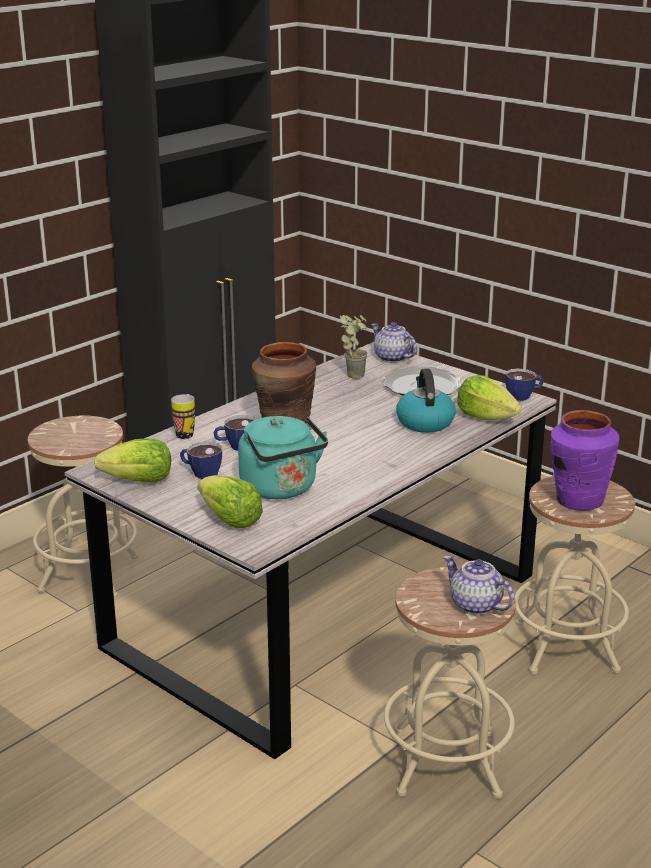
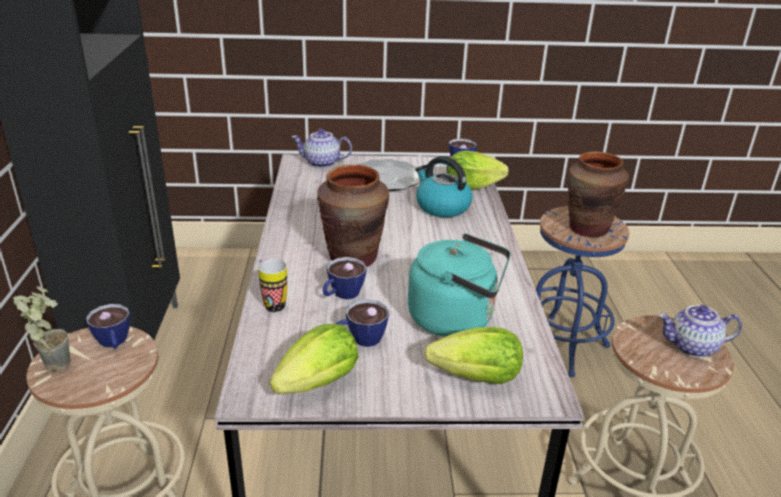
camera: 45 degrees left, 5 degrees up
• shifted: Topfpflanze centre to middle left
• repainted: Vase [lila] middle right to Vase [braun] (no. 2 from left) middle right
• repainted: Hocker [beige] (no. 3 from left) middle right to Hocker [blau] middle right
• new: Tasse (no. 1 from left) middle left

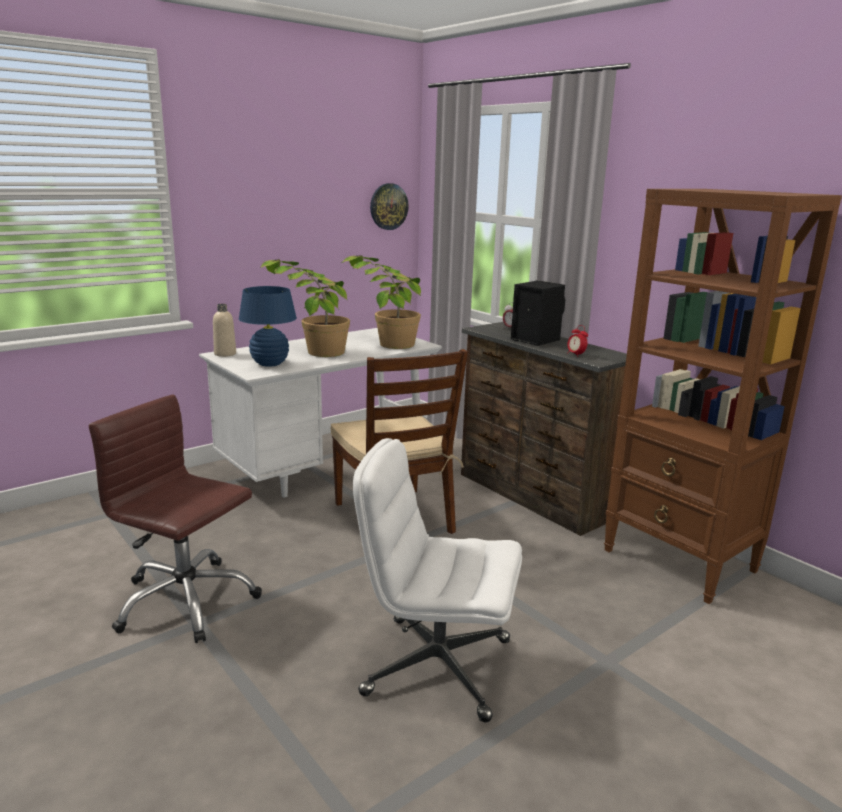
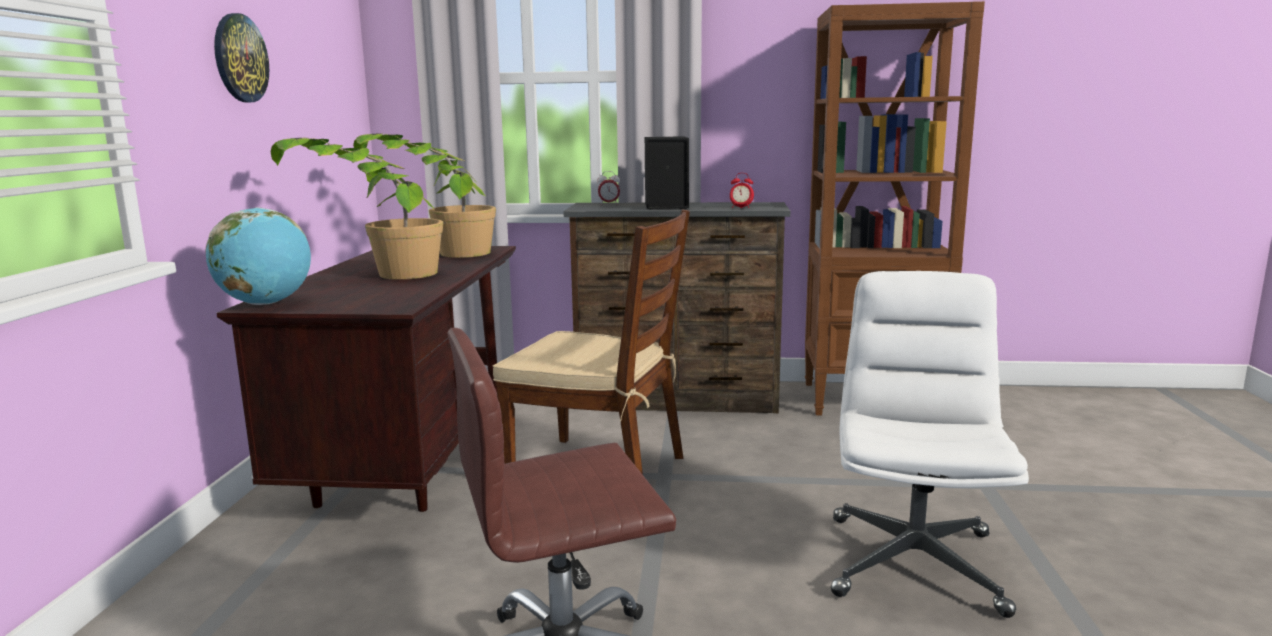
camera: 45 degrees left, 5 degrees down
• shifted: Wanduhr top centre to top left
• gone: Tischlampe [blau] middle left
• swapped: Flasche [beige] middle left to Globus middle left
• repainted: Schreibtisch [weiß] centre to Schreibtisch [braun] middle left
• rotated: Bürostuhl [weiß] bottom centre = bottom right 135 degrees clockwise

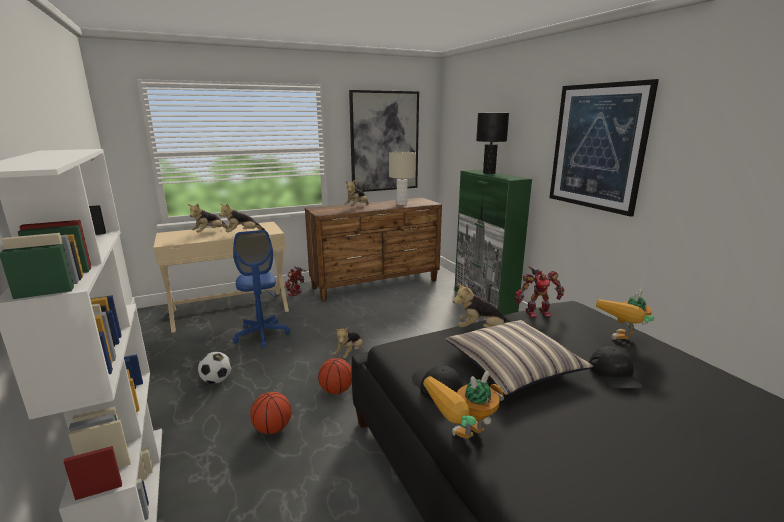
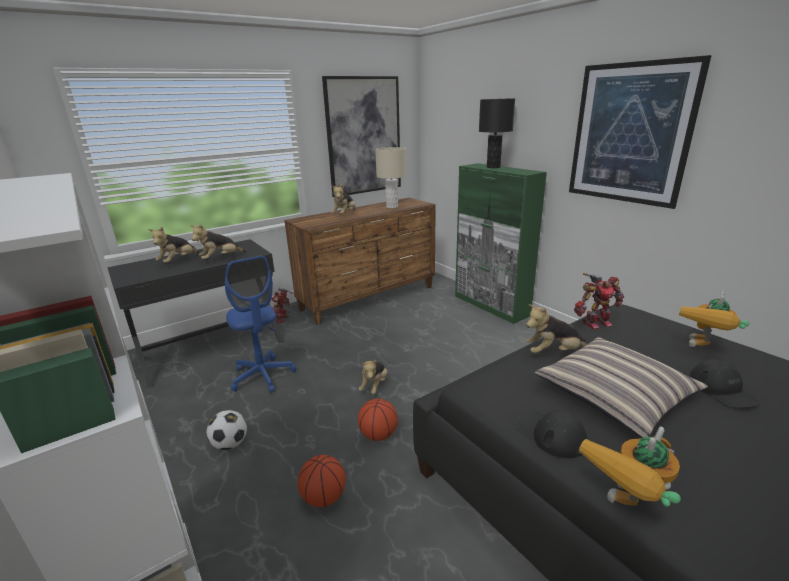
camera: 10 degrees left, 5 degrees up
• repainted: Schreibtisch [beige] middle left to Schreibtisch [schwarz] middle left

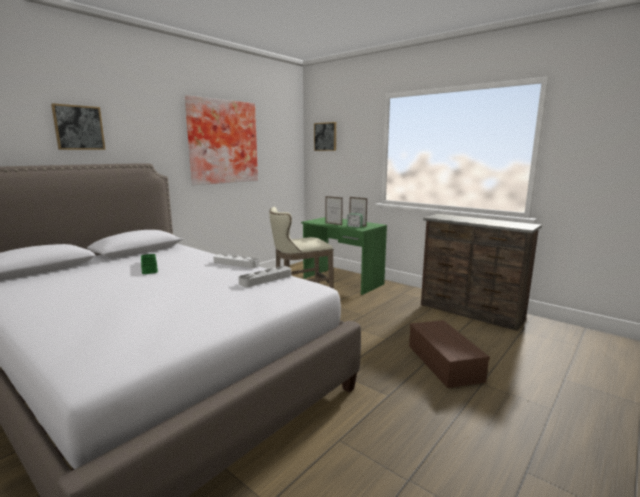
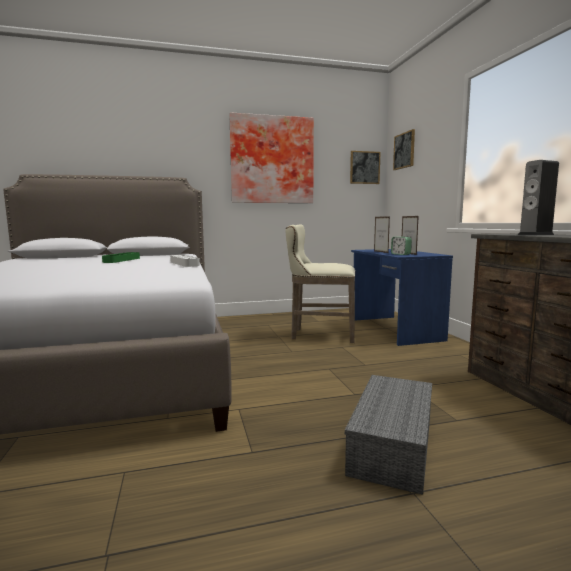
camera: 35 degrees right, 5 degrees down
• shifted: Bild (no. 1 from left in the first image) top left to Bild (no. 2 from left) top centre
• repainted: Schreibtisch [grün] centre to Schreibtisch [blau] middle right
• gone: Tablett [grau] (no. 2 from left) centre
• repainted: Aufbewahrungsbox [braun] bottom right to Aufbewahrungsbox [grau] bottom right
• new: Lautsprecher middle right

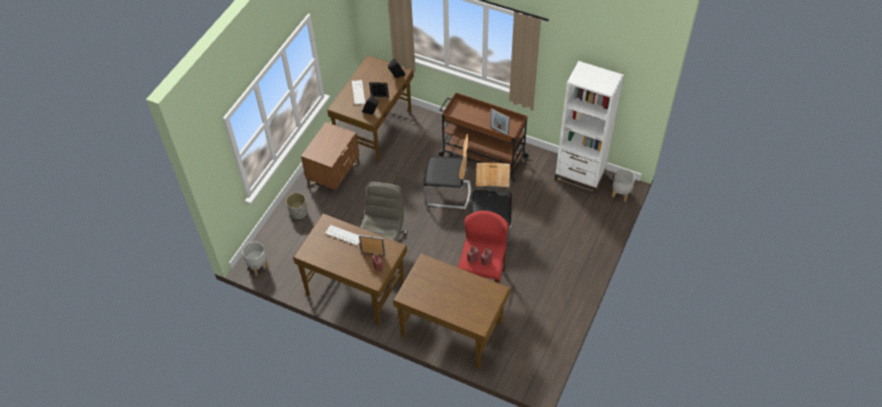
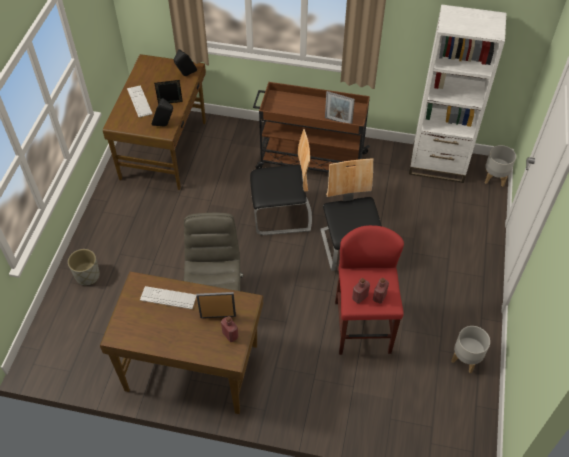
camera: 15 degrees left, 0 degrees up
• gone: Nachttisch [braun] centre
• shifted: Pflanzkübel [grau] (no. 1 from left in the first image) middle left to Pflanzkübel [grau] (no. 2 from left) bottom right
• gone: Schreibtisch [braun] (no. 3 from left) bottom centre

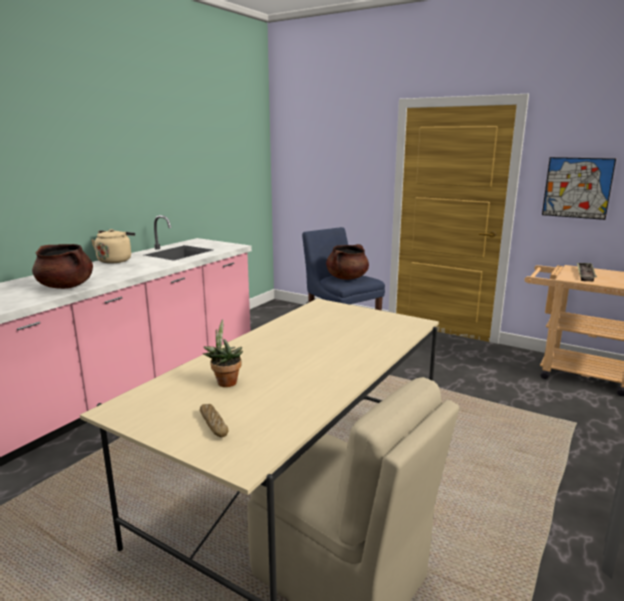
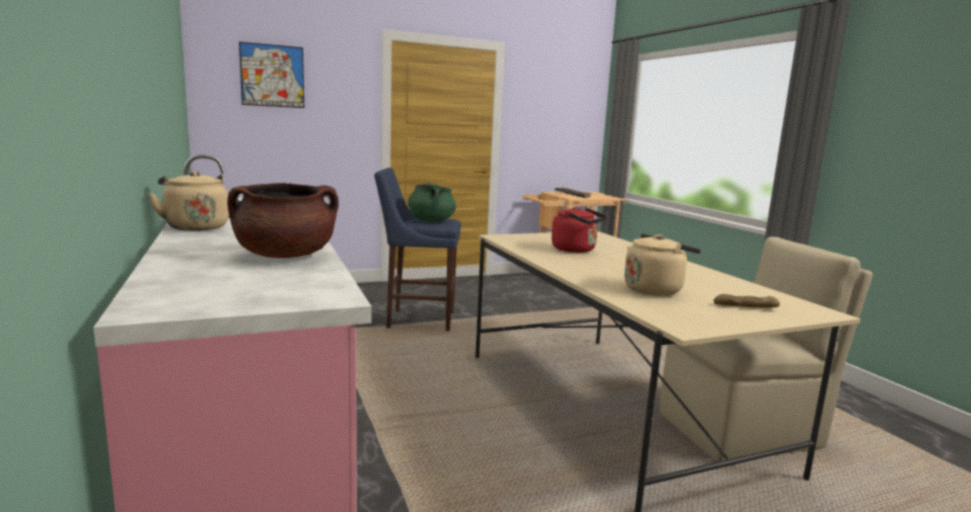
camera: 55 degrees left, 5 degrees down
• shifted: Bild top right to top left
• repainted: Kochtopf [braun] (no. 2 from left) centre to Kochtopf [grün] centre
• swapped: Topfpflanze centre to Wasserkessel [beige] (no. 2 from left) middle right
• new: Wasserkessel [rot] centre

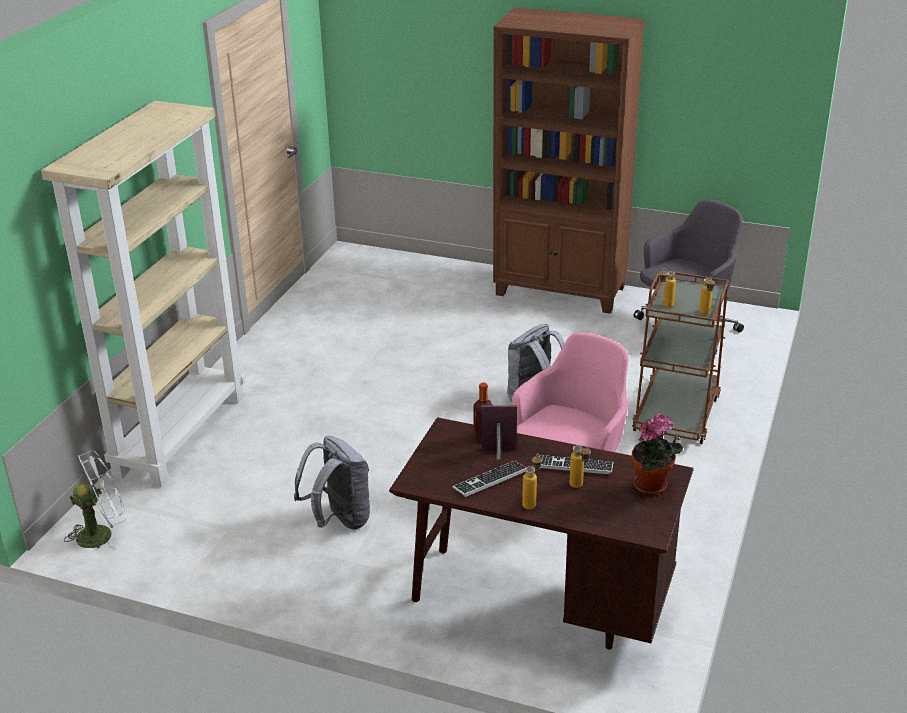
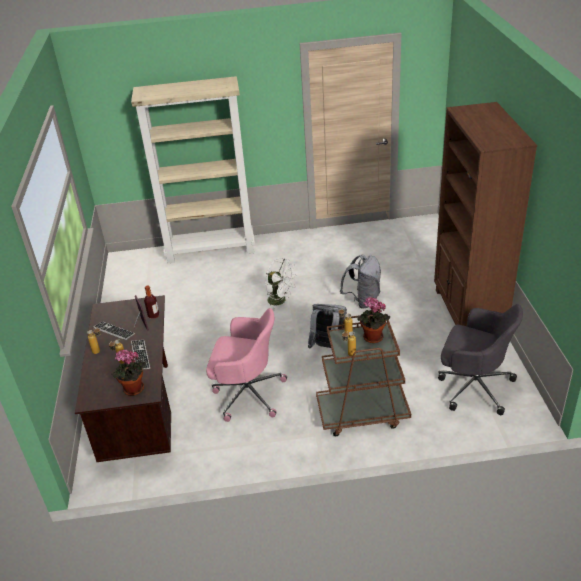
camera: 65 degrees right, 5 degrees up
• shifted: Rucksack [grau] (no. 1 from left in the first image) bottom centre to Rucksack [grau] (no. 2 from left) centre
• shifted: Ventilator [weiß] bottom left to centre
• new: Topfpflanze (no. 2 from left) centre

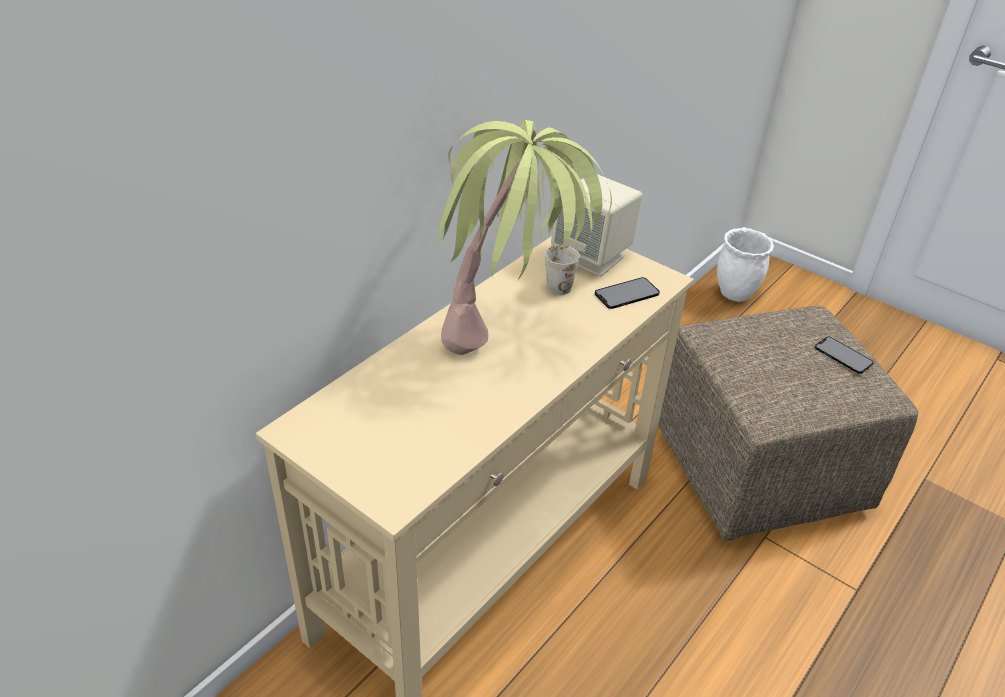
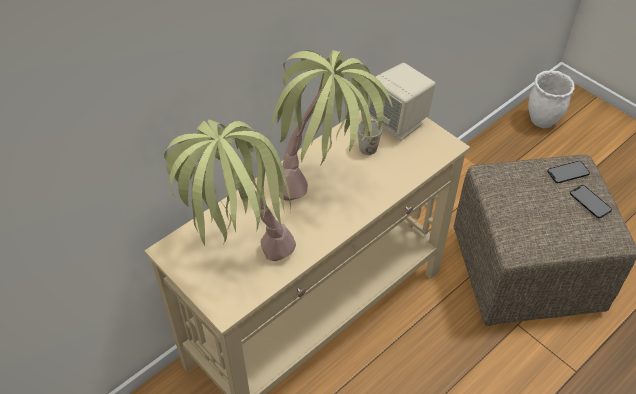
camera: 10 degrees right, 10 degrees up
• shifted: Handy (no. 1 from left) centre to middle right
• new: Topfpflanze (no. 1 from left) centre

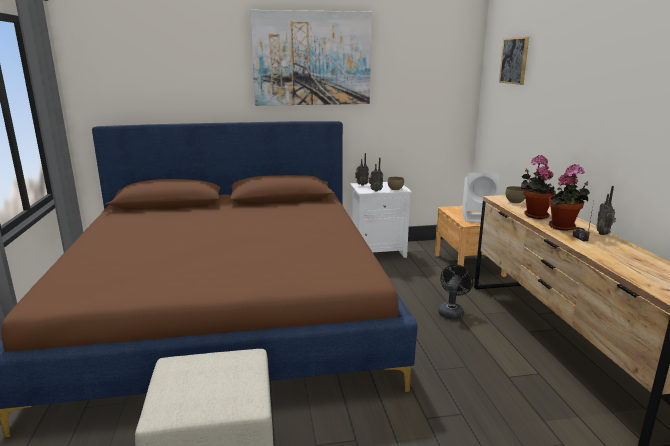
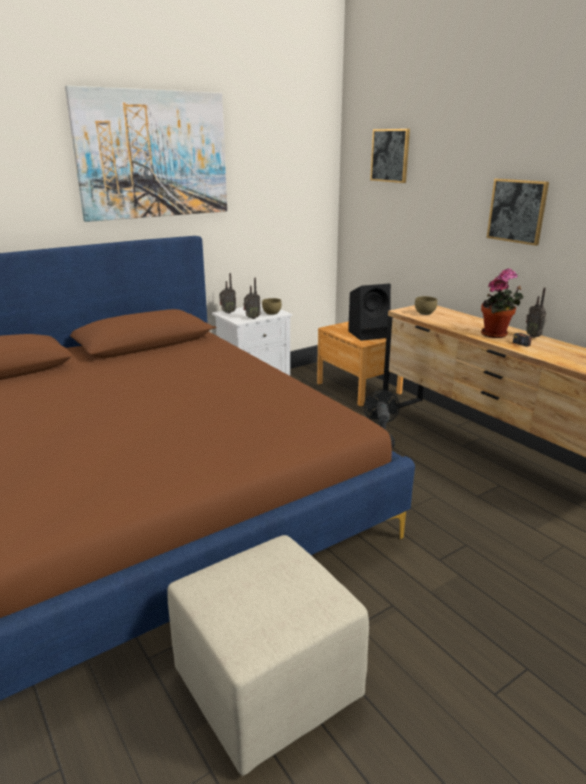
camera: 25 degrees left, 5 degrees up
• gone: Topfpflanze (no. 1 from left) middle right
• repainted: Lautsprecher [weiß] middle right to Lautsprecher [schwarz] centre
• new: Bild (no. 3 from left) top right

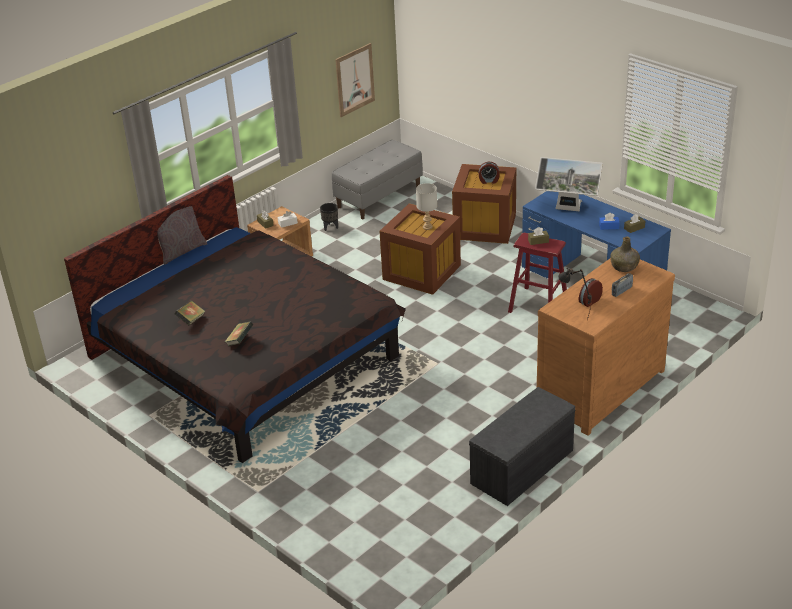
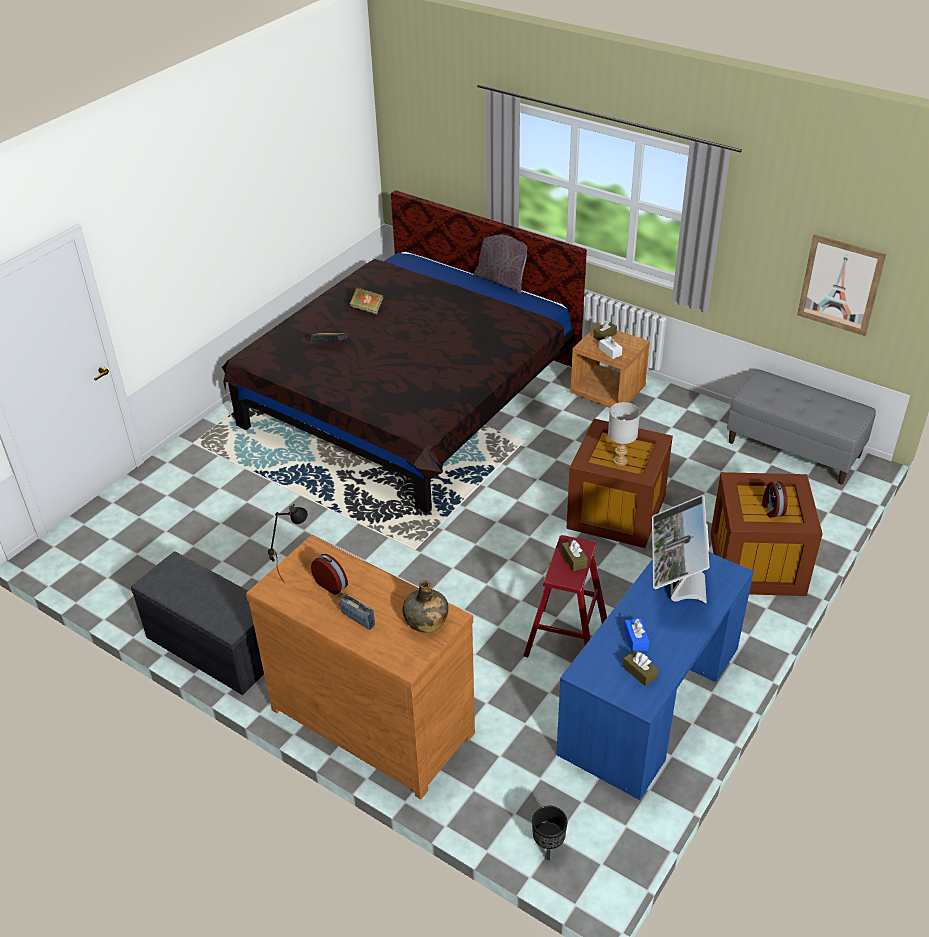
camera: 80 degrees right, 5 degrees up
• shifted: Pflanzkübel [schwarz] centre to bottom centre

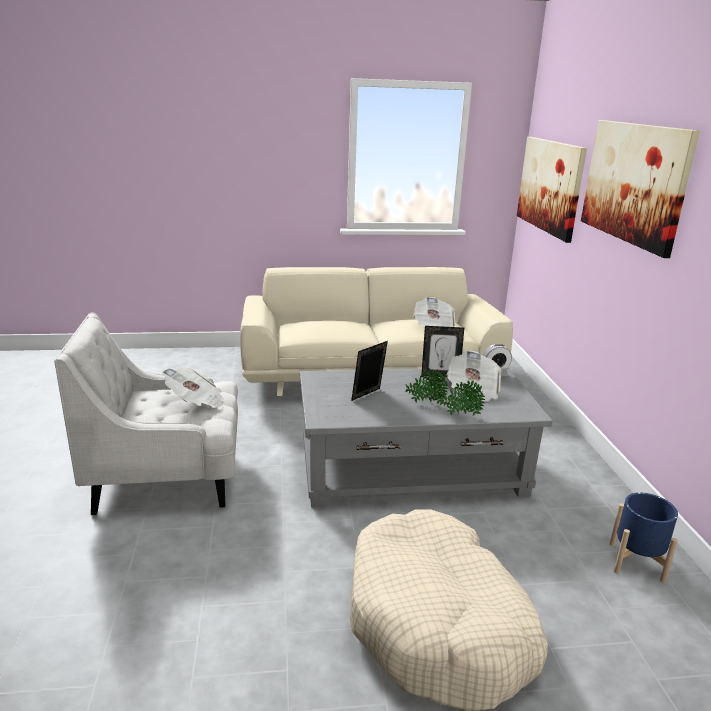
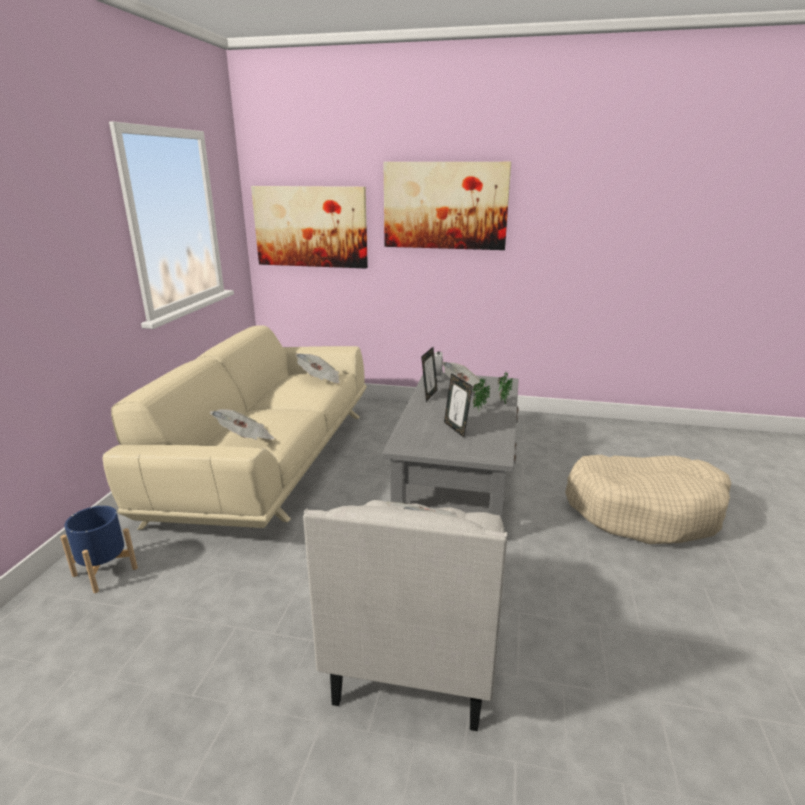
camera: 70 degrees left, 0 degrees up
• shifted: Pflanzkübel [blau] bottom right to bottom left
• new: Zeitung (no. 1 from left) middle left

